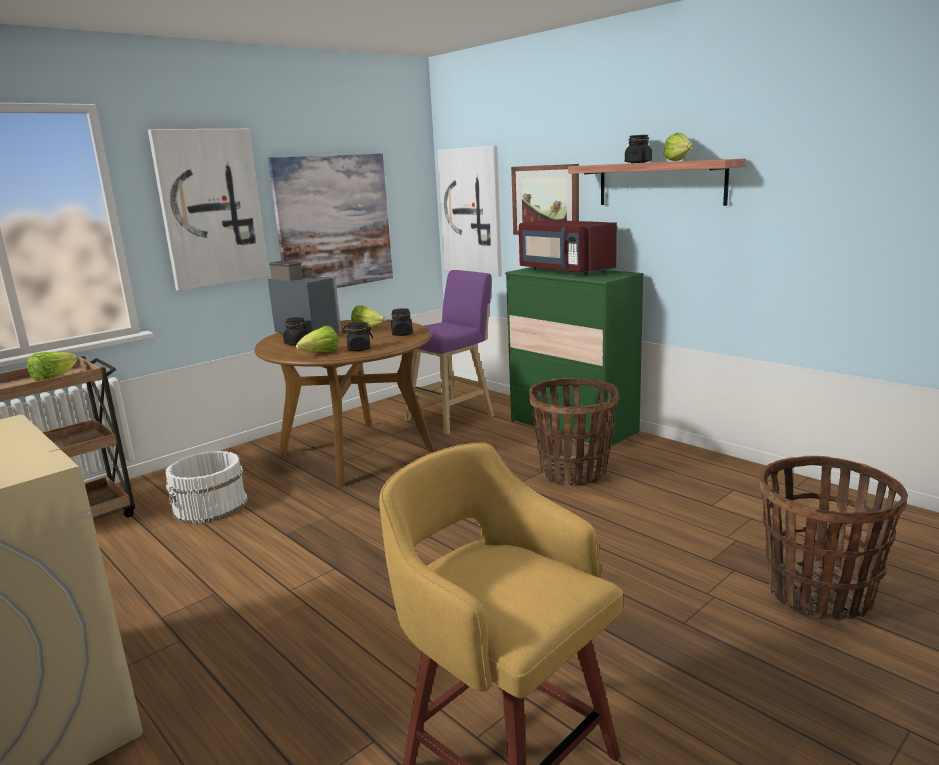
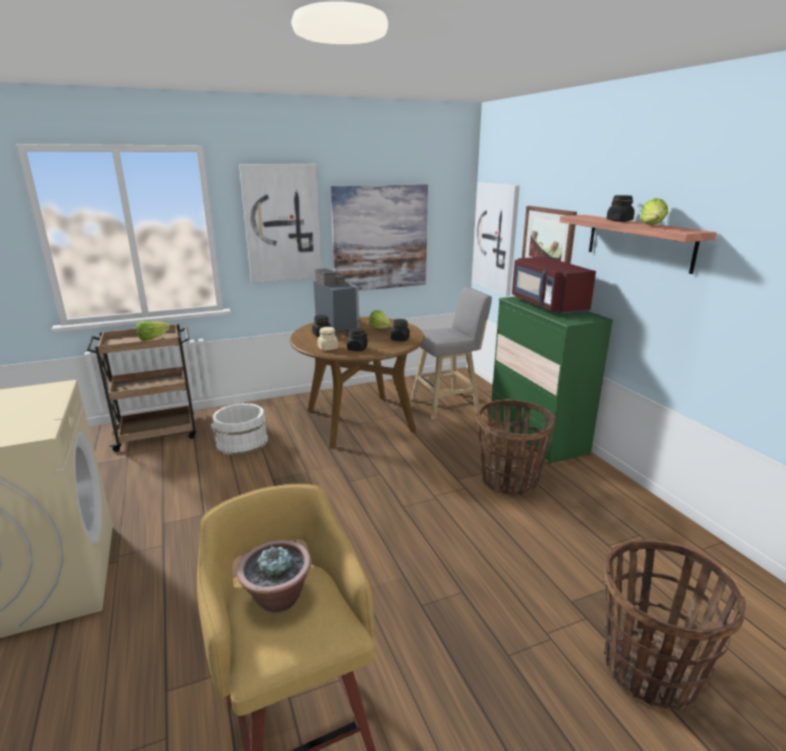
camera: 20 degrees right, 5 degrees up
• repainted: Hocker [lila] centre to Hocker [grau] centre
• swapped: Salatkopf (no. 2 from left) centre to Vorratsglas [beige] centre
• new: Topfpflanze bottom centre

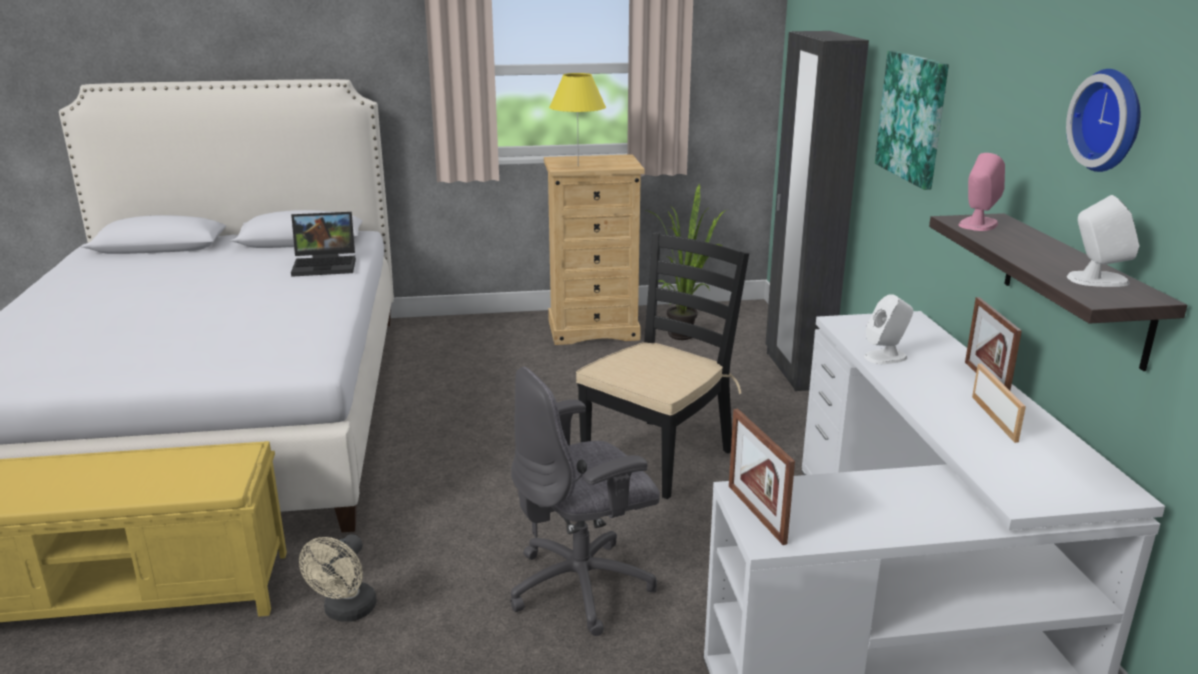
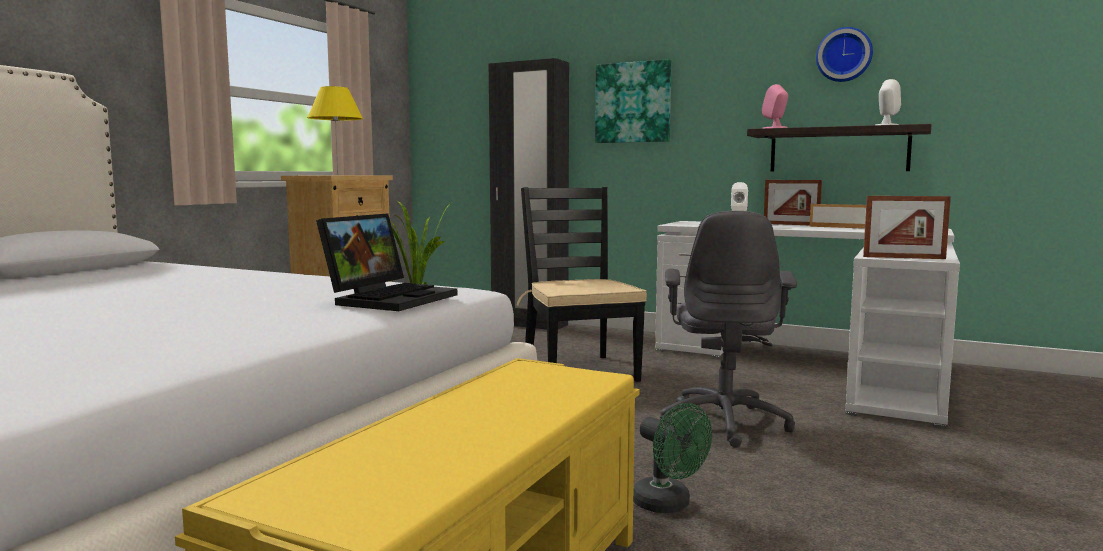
camera: 55 degrees left, 15 degrees down
• shifted: Laptop middle left to centre
• repainted: Ventilator [beige] bottom left to Ventilator [grün] bottom centre

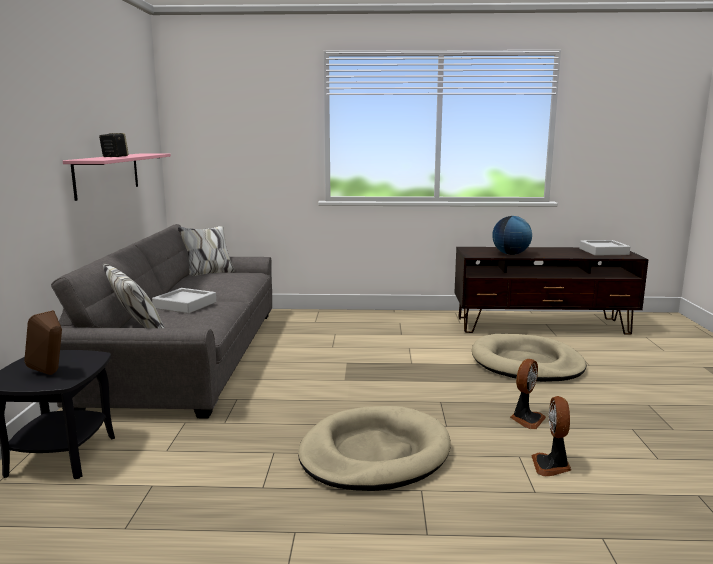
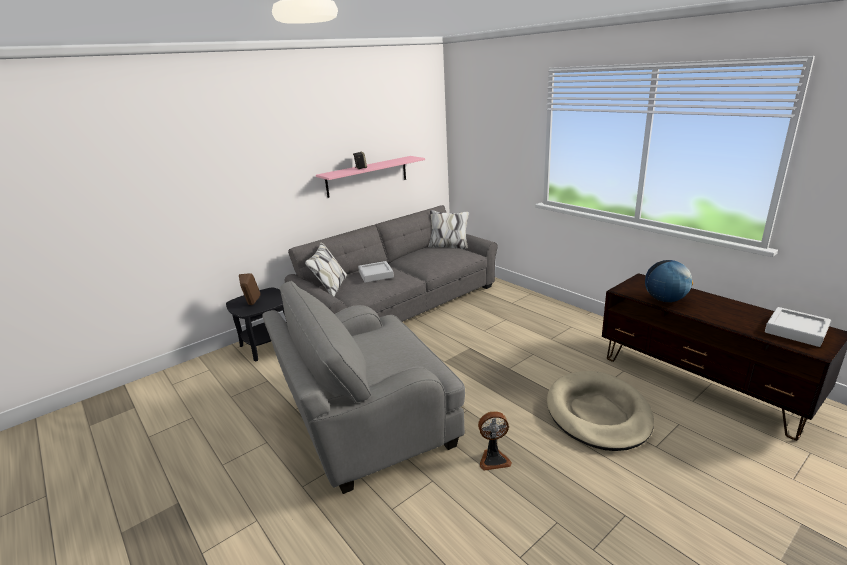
camera: 50 degrees right, 10 degrees up
• gone: Ventilator (no. 2 from left) bottom right
• swapped: Hundebett [beige] (no. 1 from left) bottom centre to Sessel [grau] bottom centre

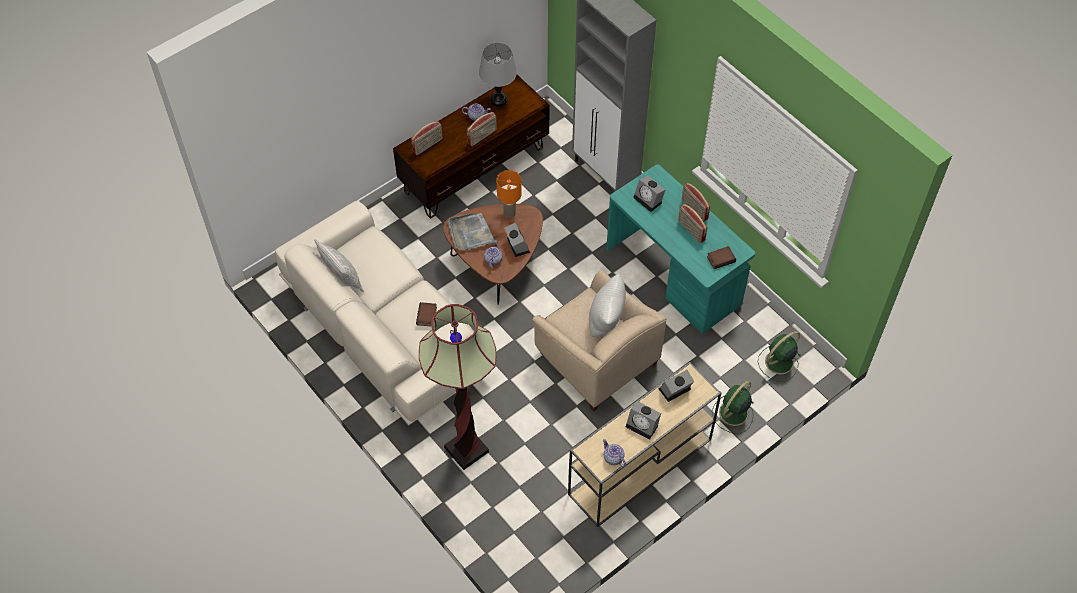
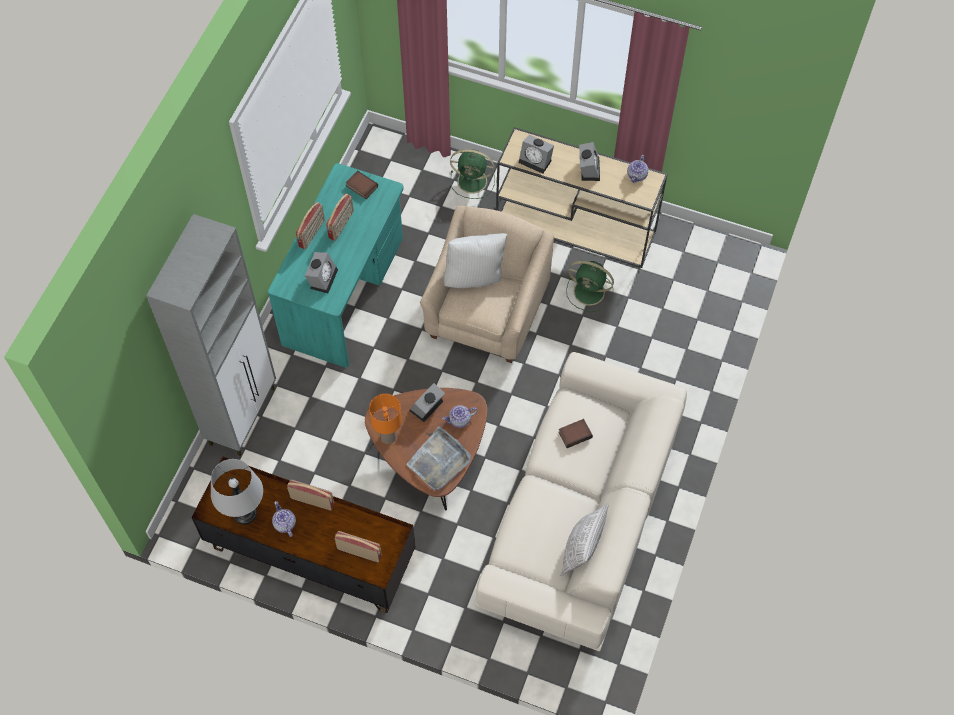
camera: 120 degrees left, 5 degrees up
• gone: Stehlampe centre
• shifted: Ventilator [grün] (no. 2 from left) middle right to centre

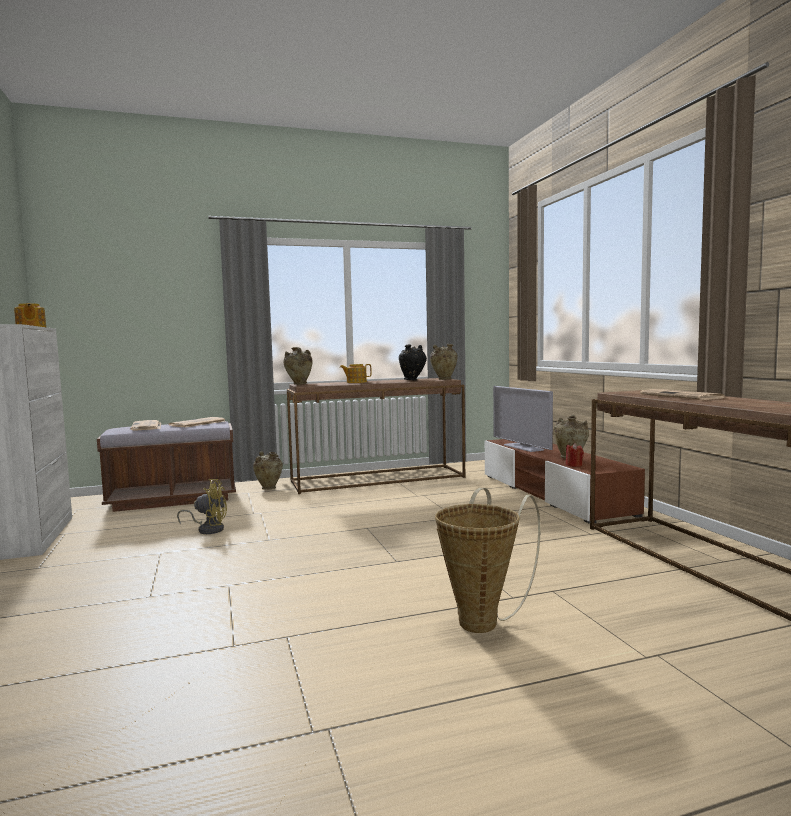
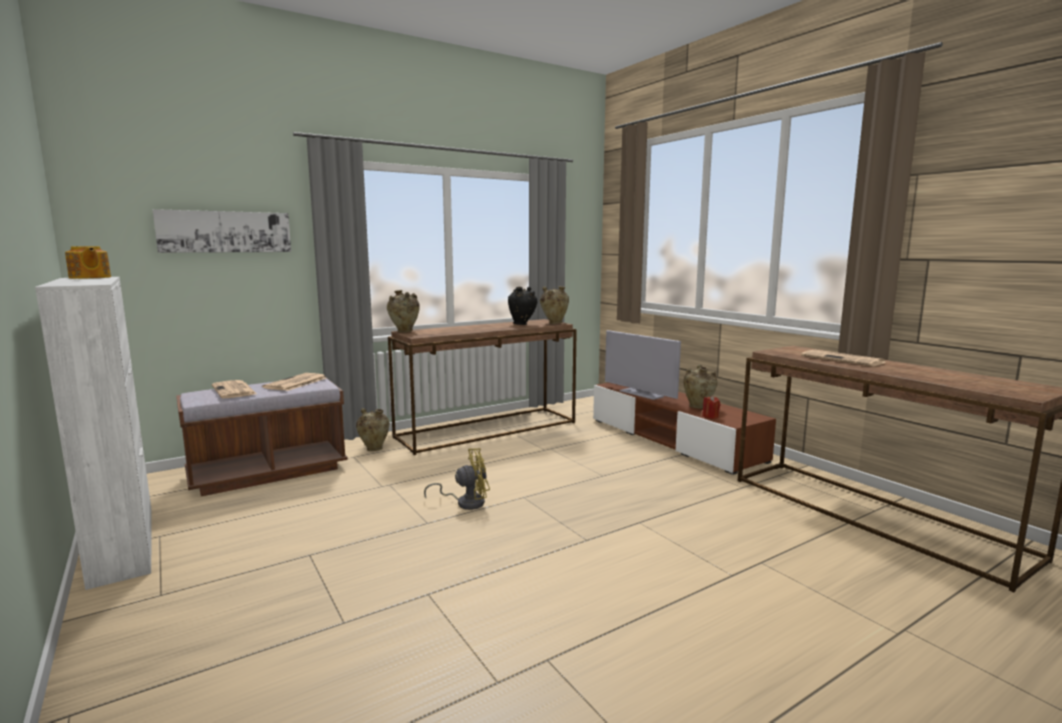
camera: 15 degrees left, 5 degrees up
• gone: Teekanne (no. 2 from left) centre
• shifted: Ventilator [gelb] middle left to centre
• gone: Korb bottom centre
• new: Bild top left

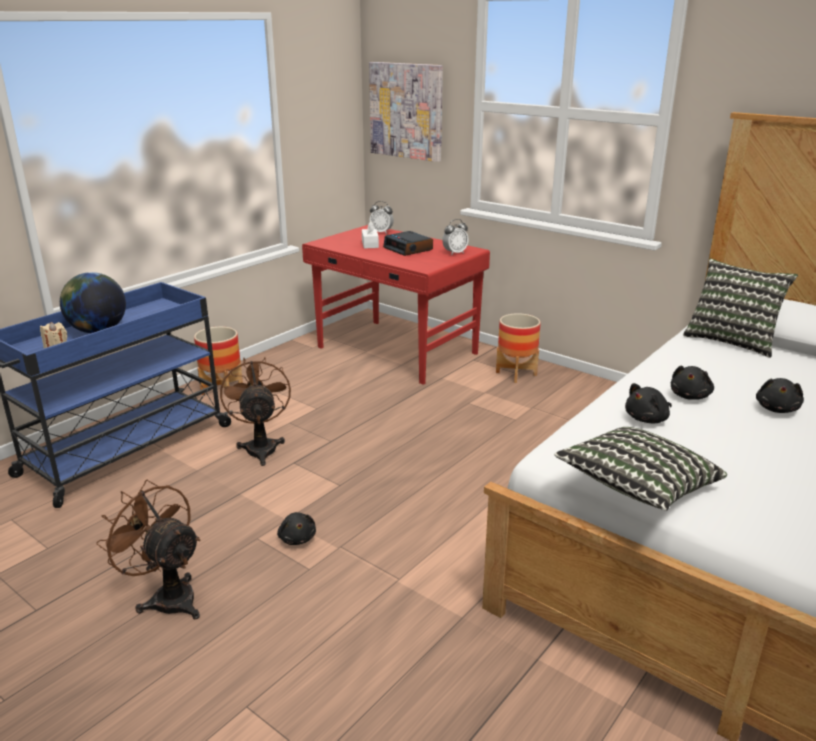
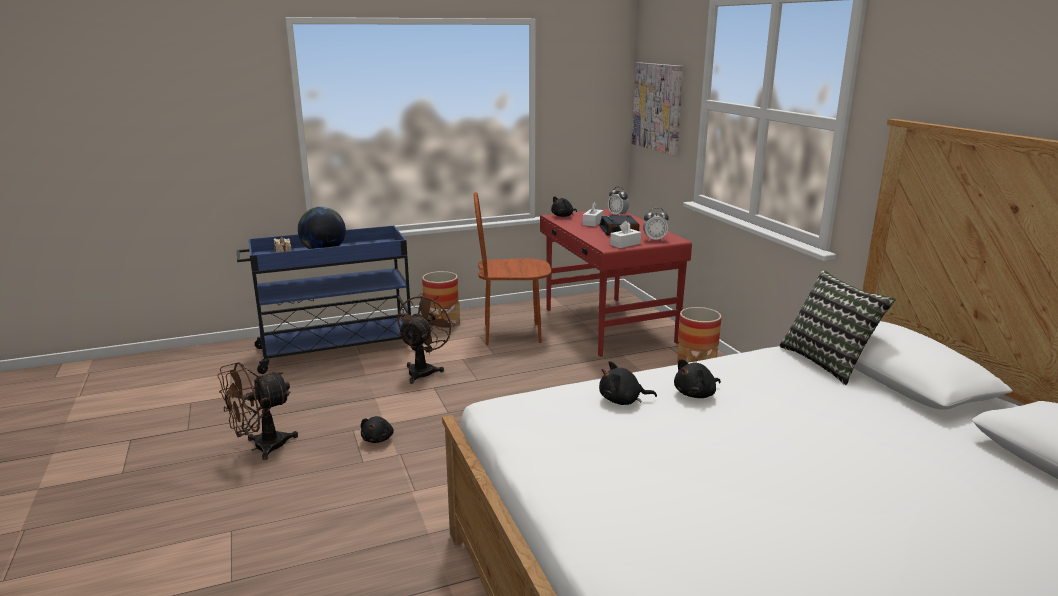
camera: 30 degrees right, 5 degrees down
• shifted: Plüschtier [schwarz] (no. 4 from left in the first image) middle right to Plüschtier [schwarz] (no. 2 from left) centre
• gone: Kissen (no. 1 from left) middle right
• rotated: Ventilator [braun] (no. 1 from left) bottom left = bottom left 105 degrees counterclockwise
• new: Stuhl [braun] centre
• new: Taschentuchbox [weiß] (no. 2 from left) centre

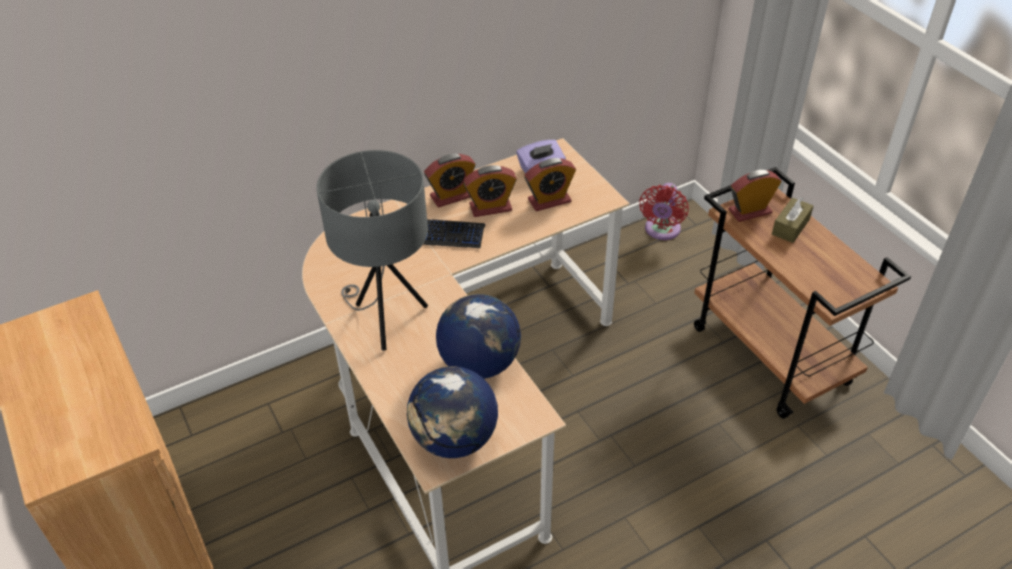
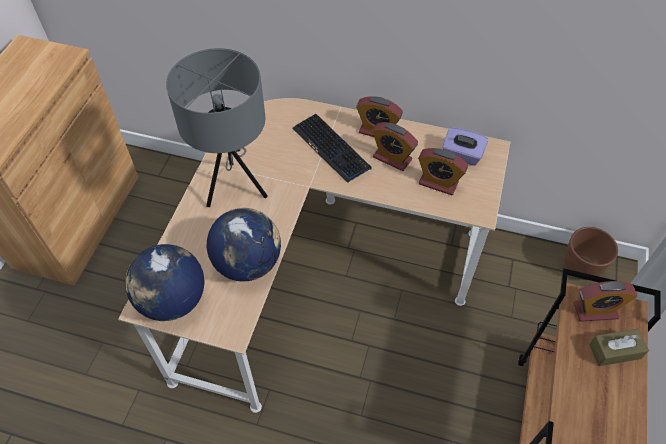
camera: 45 degrees right, 10 degrees up
• rotated: Wecker (no. 4 from left) middle right = bottom right 150 degrees clockwise
• swapped: Ventilator [rot] centre to Pflanzkübel [braun] middle right

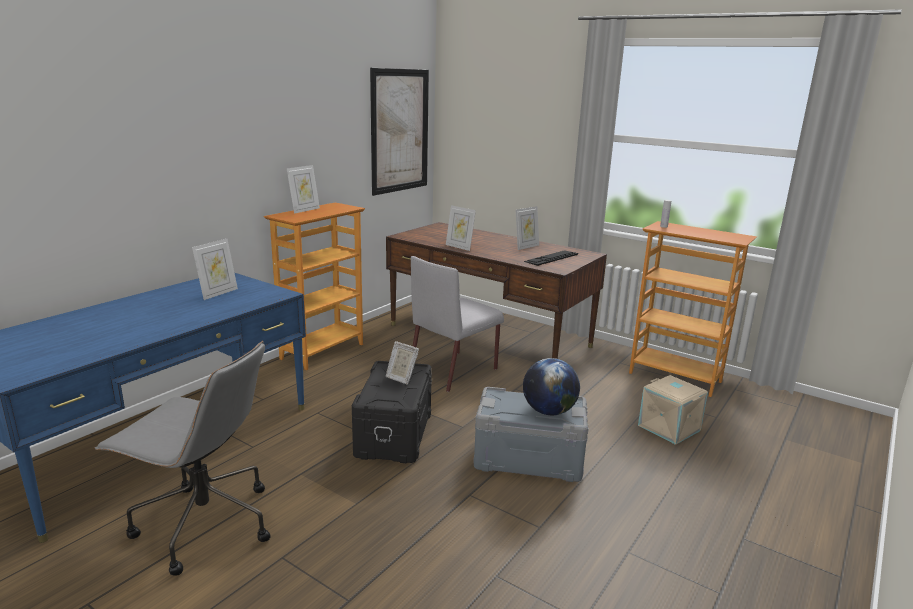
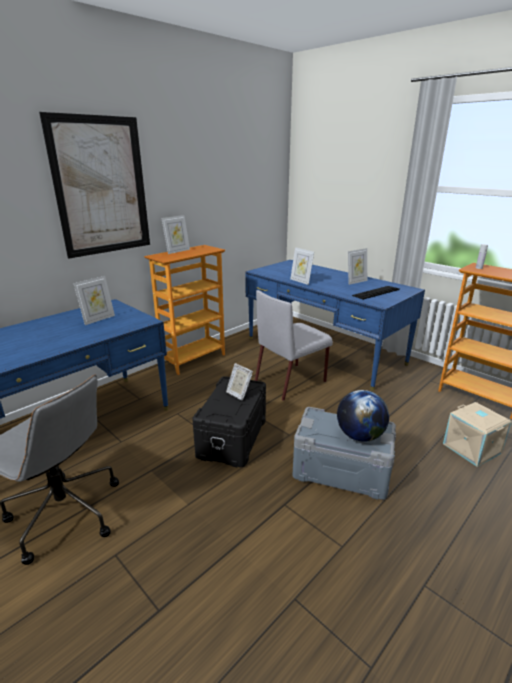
camera: 10 degrees right, 5 degrees up
• shifted: Bild top centre to top left
• repainted: Schreibtisch [braun] centre to Schreibtisch [blau] (no. 2 from left) centre

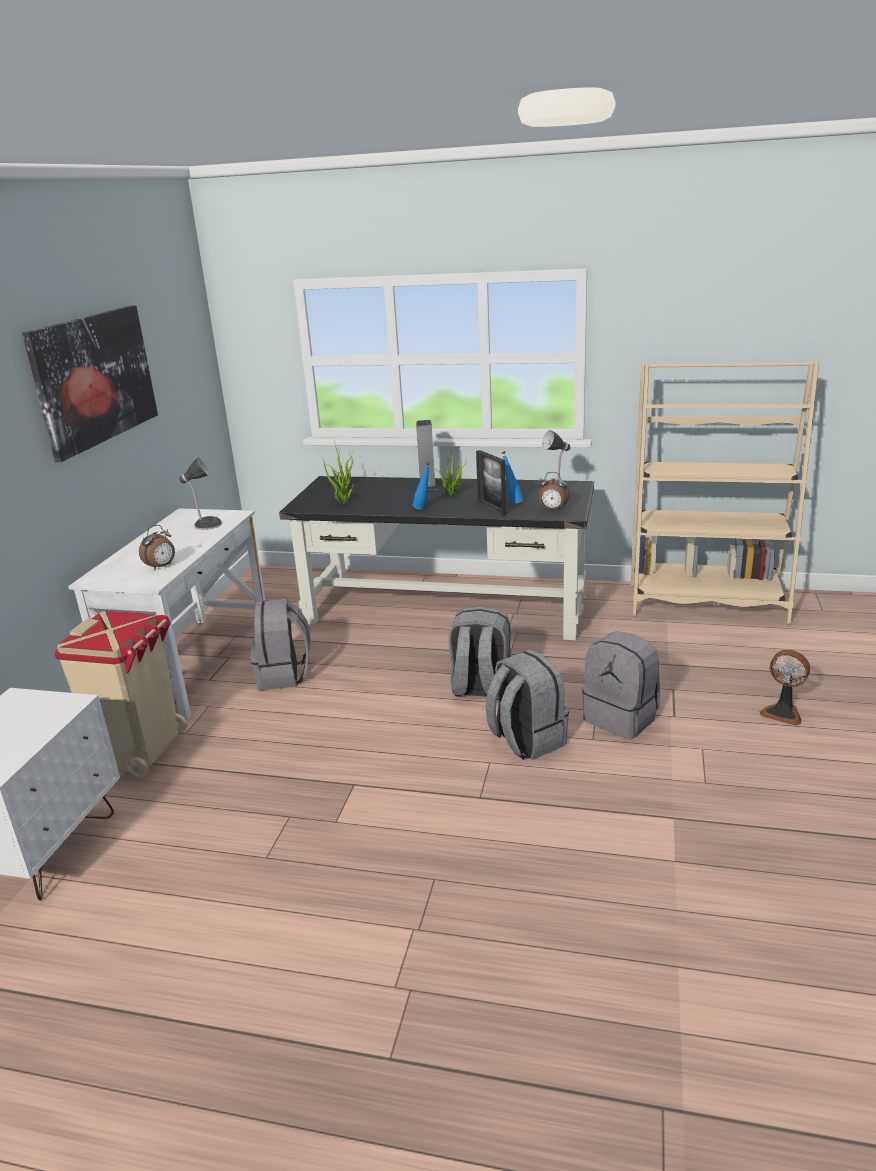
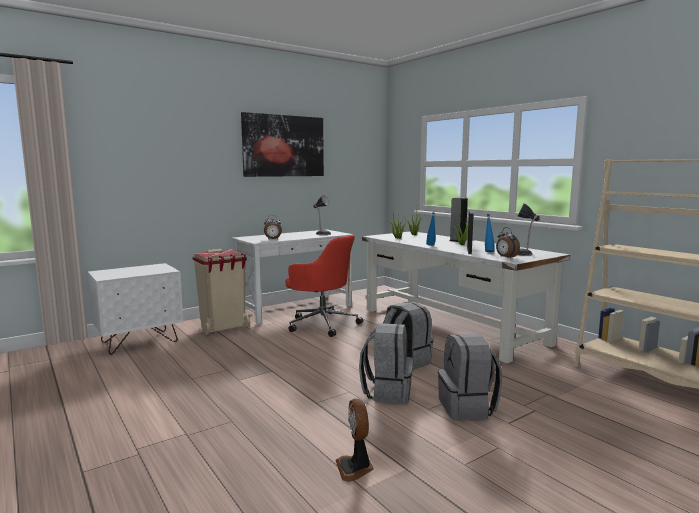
camera: 40 degrees right, 15 degrees down
• repainted: Schreibtisch [schwarz] centre to Schreibtisch [weiß] (no. 2 from left) middle right
• swapped: Rucksack [grau] (no. 1 from left) middle left to Bürostuhl [rot] centre
• shifted: Ventilator middle right to bottom centre

